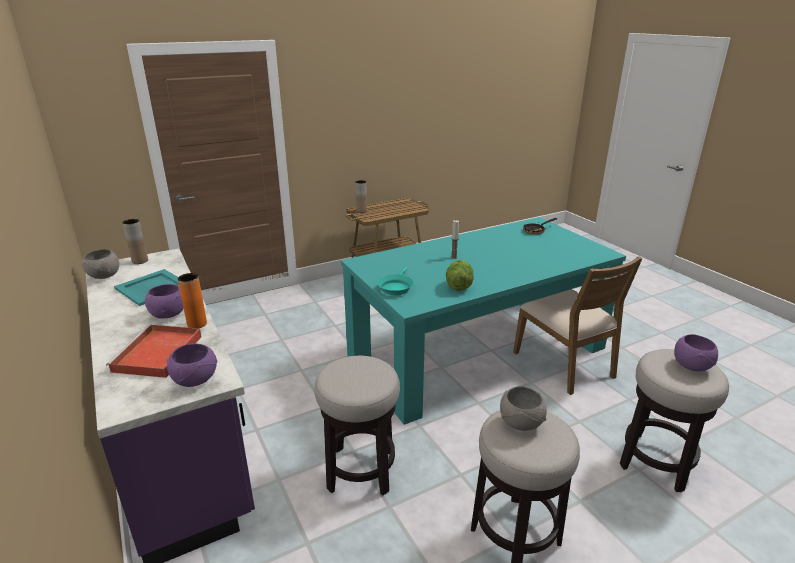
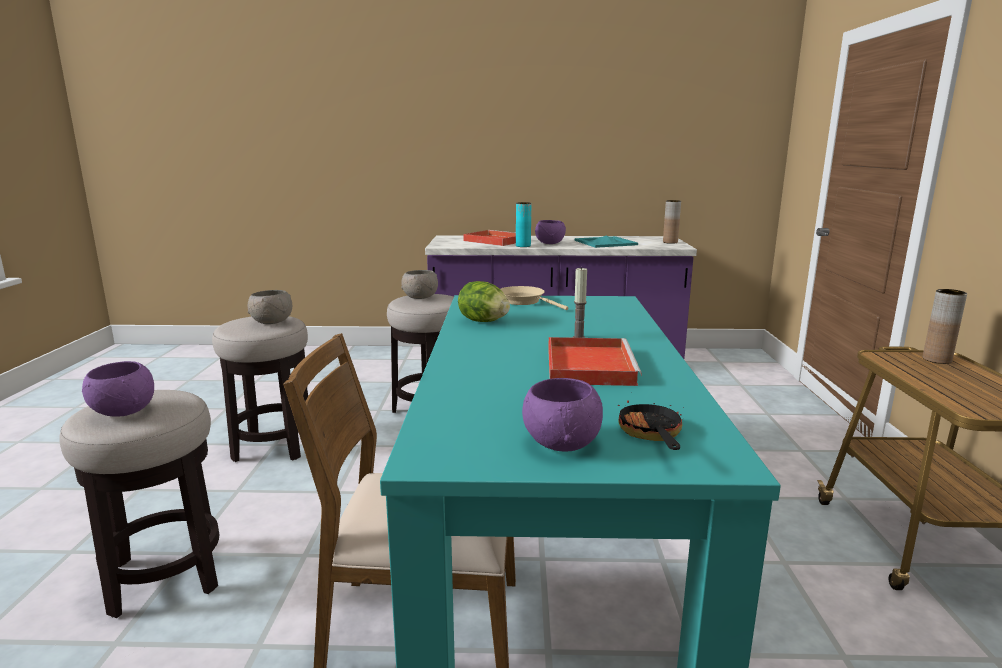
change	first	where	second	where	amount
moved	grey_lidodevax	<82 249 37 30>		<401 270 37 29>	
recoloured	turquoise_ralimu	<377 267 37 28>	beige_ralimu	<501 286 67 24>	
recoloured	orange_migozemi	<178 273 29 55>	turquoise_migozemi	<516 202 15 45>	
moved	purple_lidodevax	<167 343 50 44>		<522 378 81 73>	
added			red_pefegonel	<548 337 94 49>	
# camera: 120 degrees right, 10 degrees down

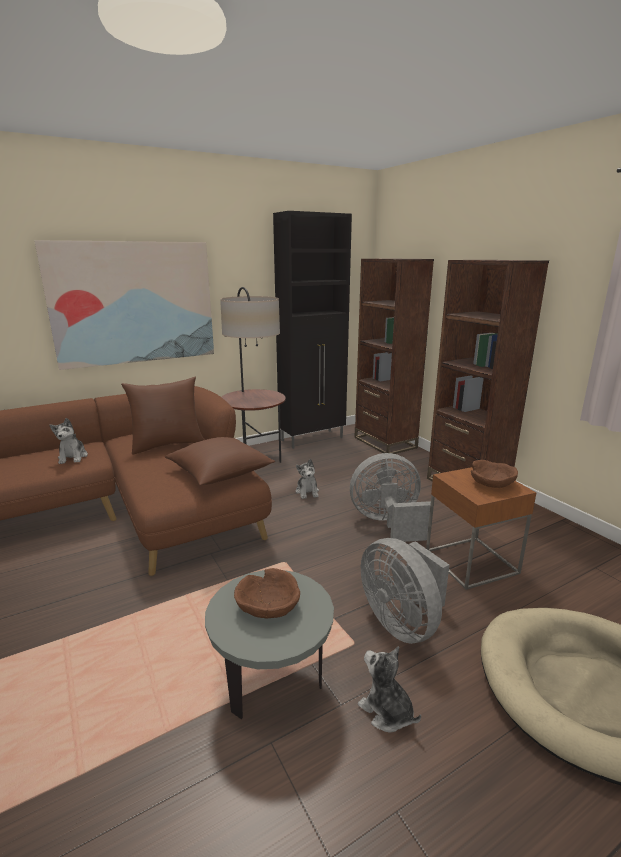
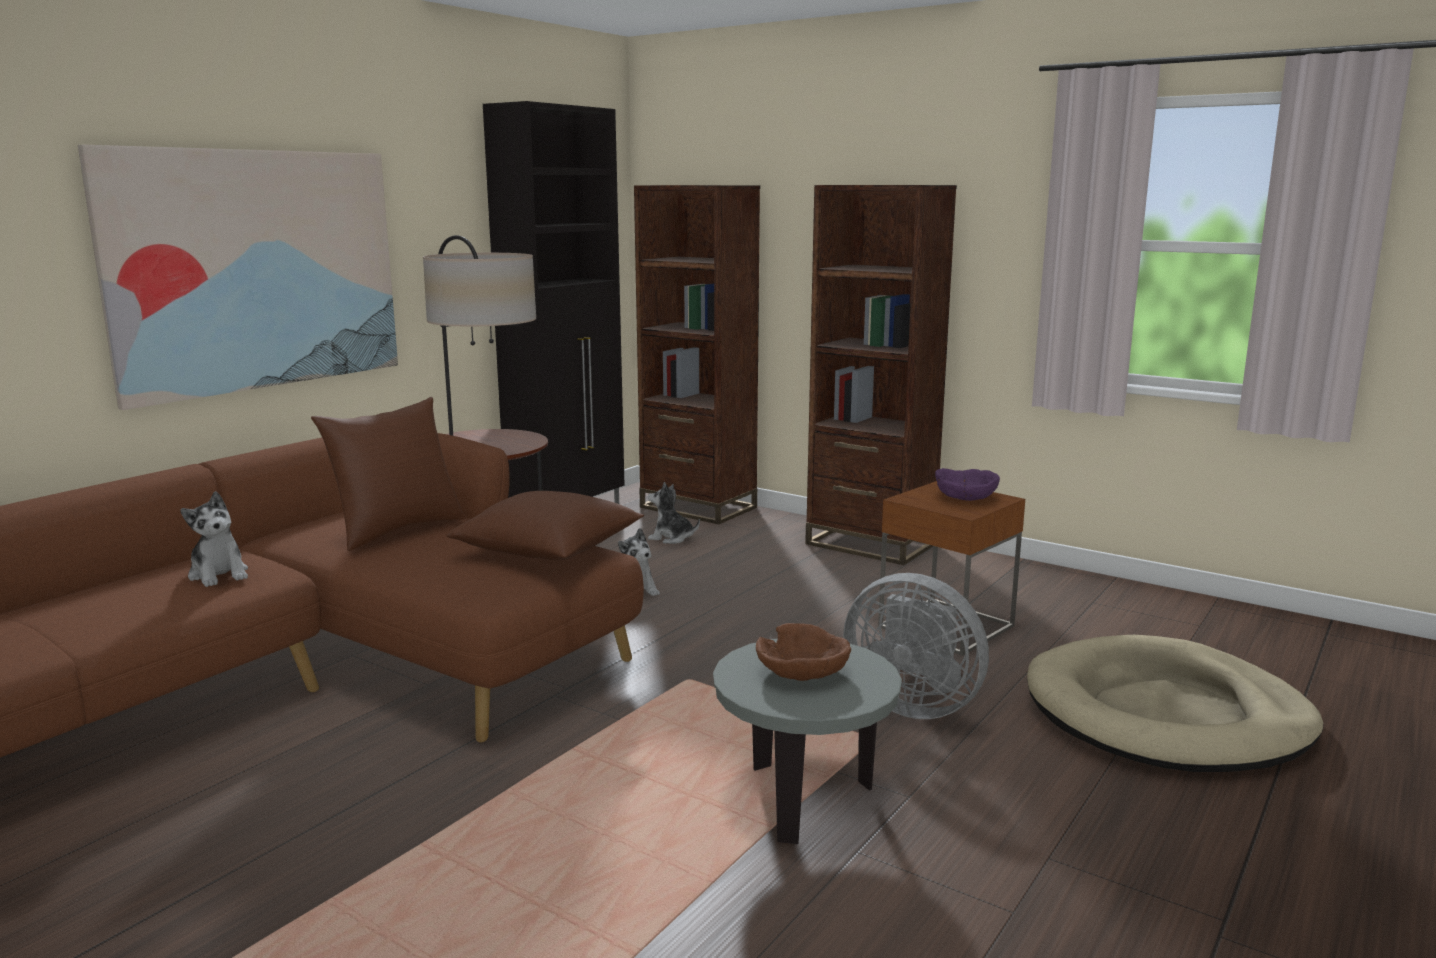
change	first	where	second	where	amount
removed	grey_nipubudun	<350 453 81 89>			
recoloured	brown_lidodevax	<471 460 47 28>	purple_lidodevax	<935 468 65 33>	
moved	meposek	<358 646 63 86>		<648 482 52 62>	
# camera: 25 degrees left, 5 degrees down

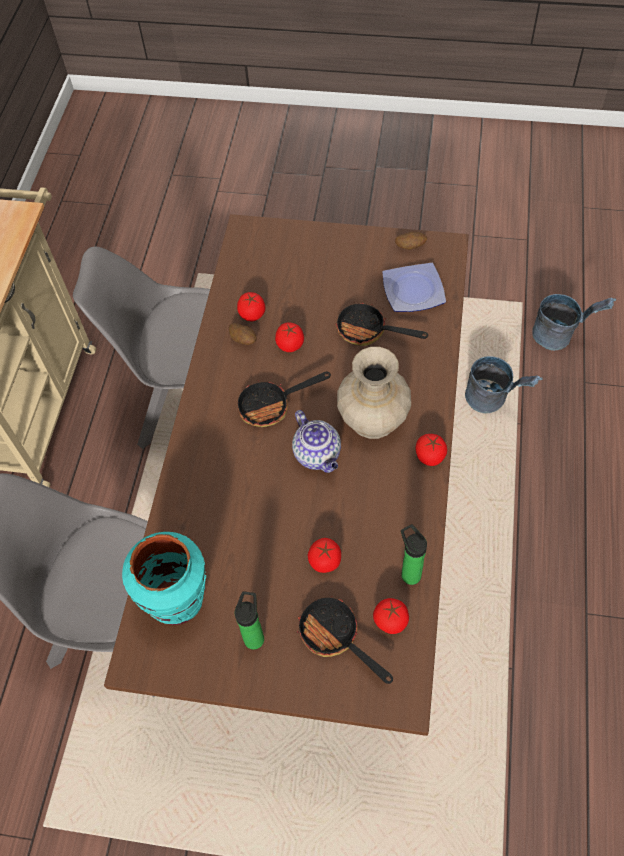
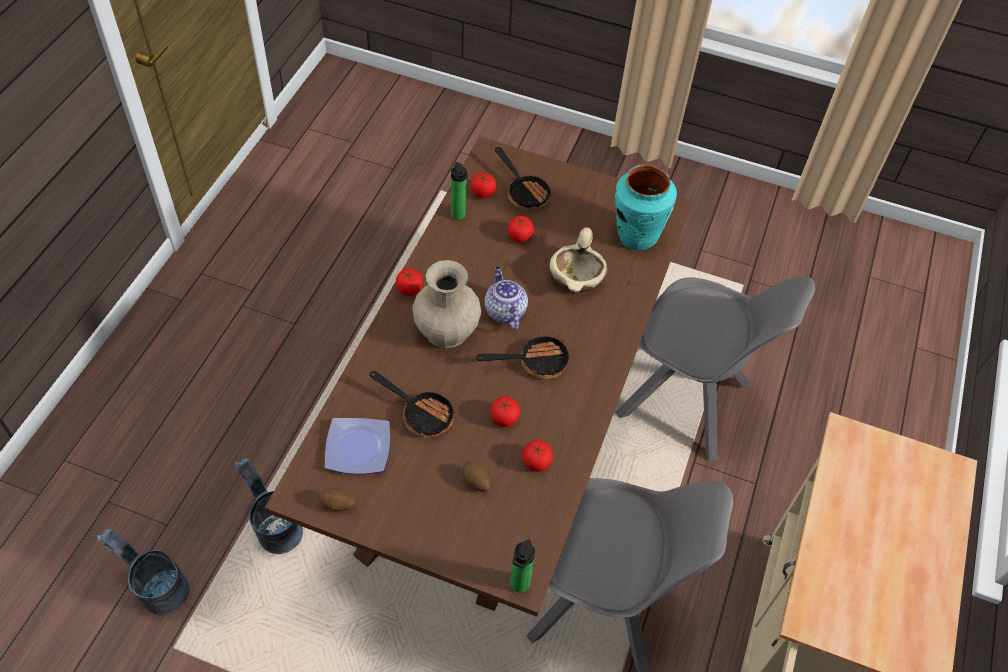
change	first	where	second	where	amount
moved	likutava	<229 323 27 22>		<463 461 28 31>	
moved	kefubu	<235 591 29 59>		<510 539 25 54>	
added			beige_lidodevax	<550 227 58 65>	
# camera: 175 degrees left, 5 degrees down

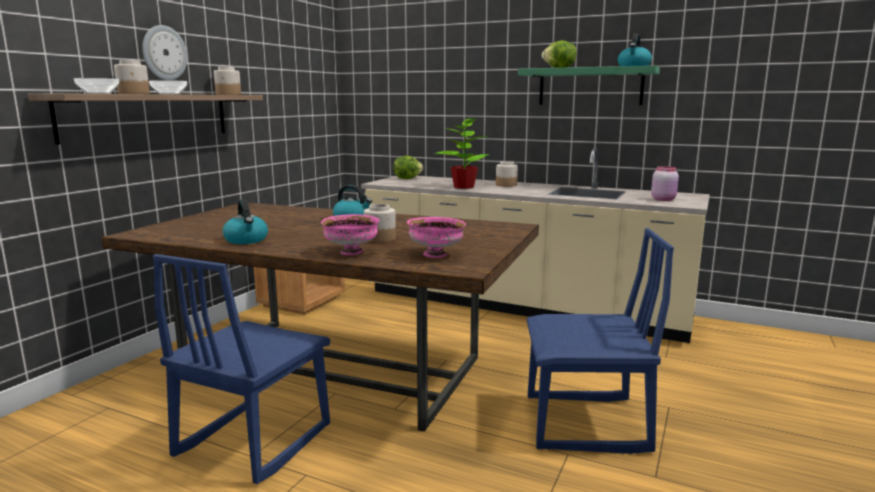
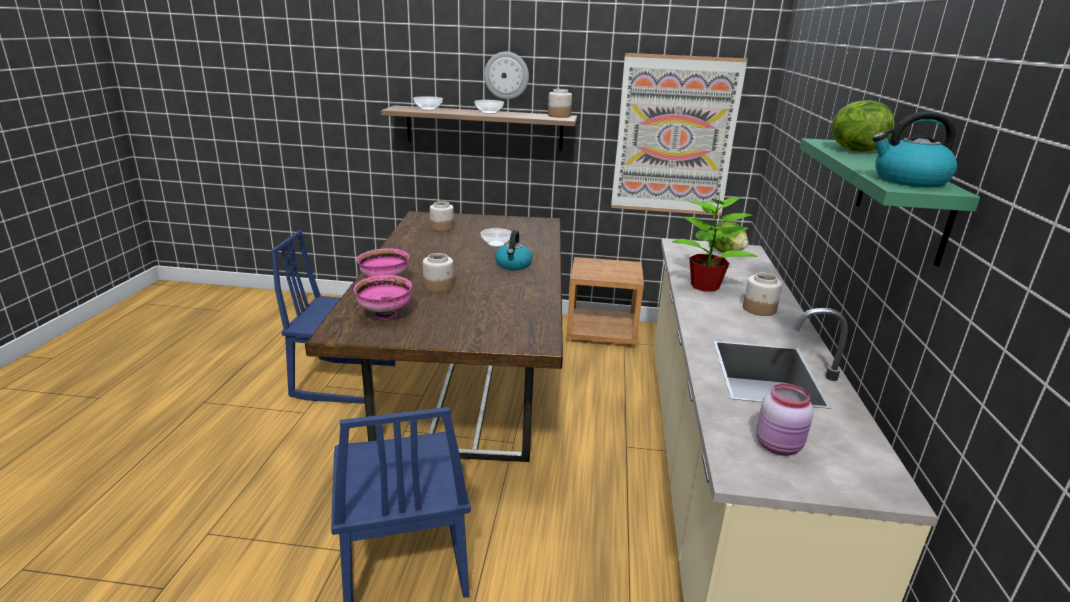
change	first	where	second	where	amount
moved	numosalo	<114 60 36 34>		<430 201 24 31>	
removed	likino	<223 199 45 45>			
added			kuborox	<611 53 136 163>	
added			lidodevax	<481 228 30 19>	
# camera: 70 degrees right, 10 degrees up

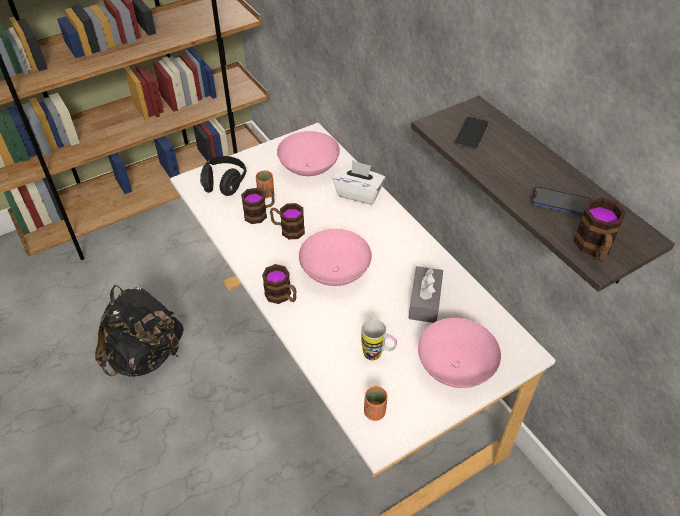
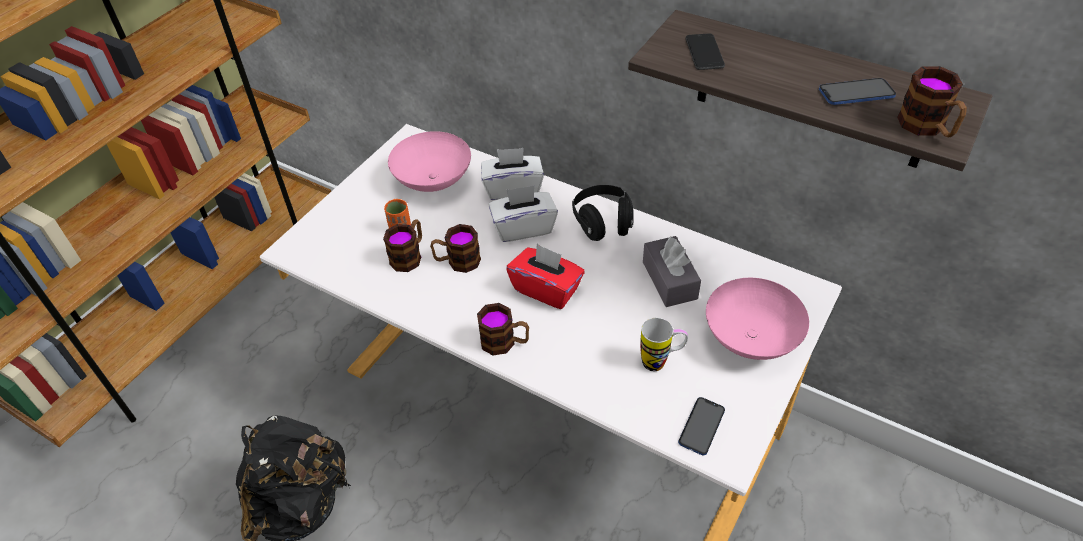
change	first	where	second	where	amount
moved	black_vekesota	<200 156 47 40>		<572 185 61 56>	
replaced	pink_lidodevax	<299 229 73 57>	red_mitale	<506 244 79 65>	
replaced	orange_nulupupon	<364 386 24 35>	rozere	<678 397 47 58>	
added			white_mitale	<489 185 69 57>	
# camera: 25 degrees left, 0 degrees up

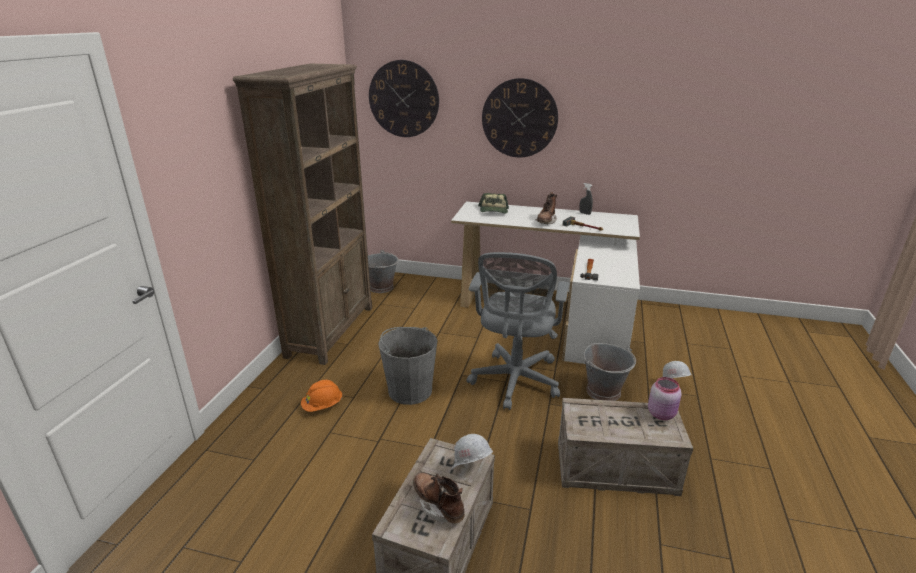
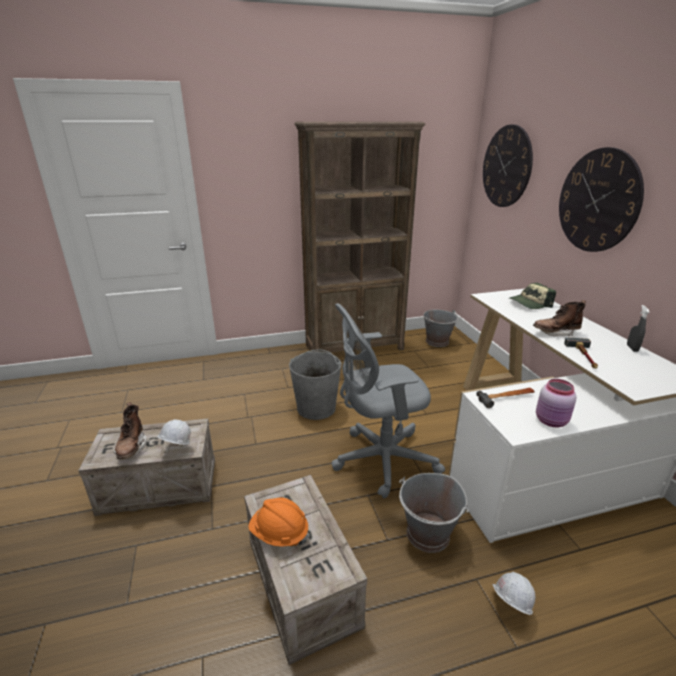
change	first	where	second	where	amount
moved	pink_numosalo	<648 377 34 43>		<536 379 40 48>	
moved	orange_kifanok	<301 380 41 32>		<248 497 61 50>	
turned	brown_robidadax	<413 473 52 51>		<114 402 33 57>	150 degrees clockwise
# camera: 60 degrees right, 0 degrees up

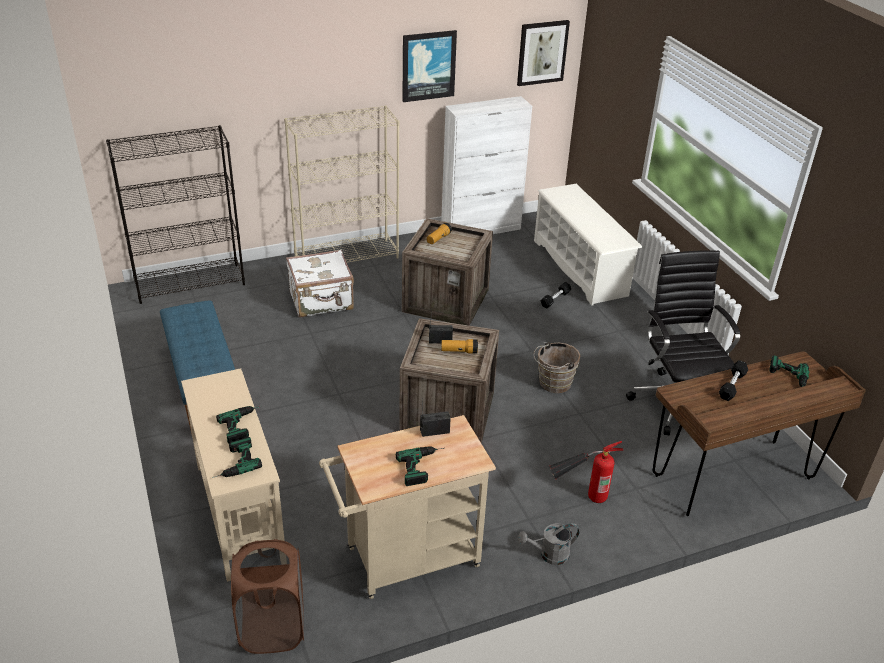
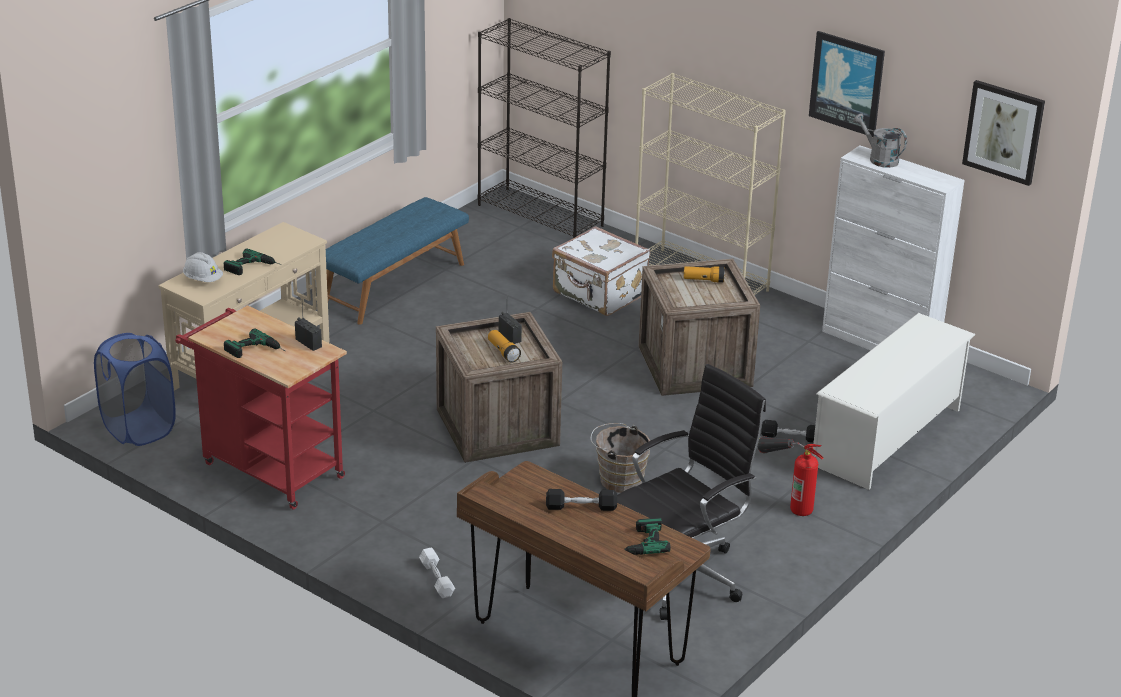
change	first	where	second	where	amount
recoloured	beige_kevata	<319 415 177 184>	red_kevata	<175 305 172 205>	
replaced	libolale	<212 437 50 41>	white_kifanok	<183 252 40 30>	
moved	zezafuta	<549 441 75 62>		<757 436 67 80>	
moved	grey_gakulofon	<518 523 62 42>		<853 113 54 55>	
recoloured	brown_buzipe	<231 539 73 115>	blue_buzipe	<94 333 82 113>	
added			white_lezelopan	<419 547 36 51>	
# camera: 60 degrees right, 5 degrees down

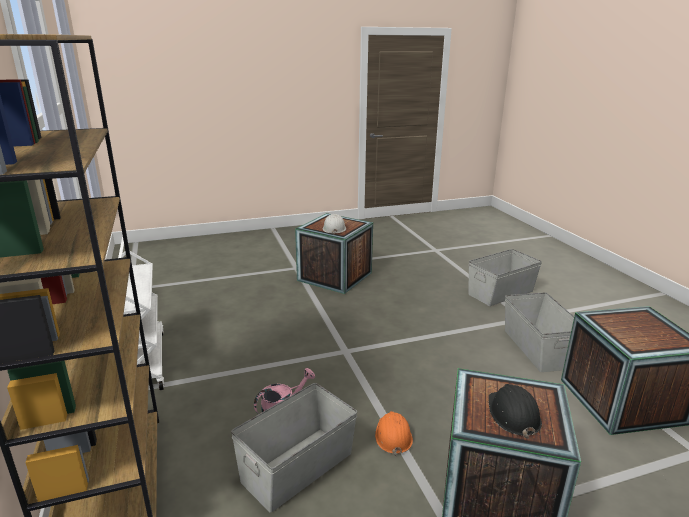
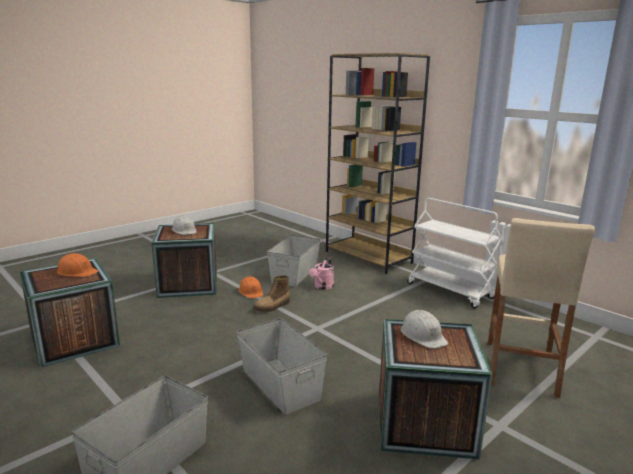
change	first	where	second	where	amount
moved	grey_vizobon	<505 292 69 80>		<237 318 90 97>	
recoloured	black_kifanok	<489 384 53 55>	white_kifanok	<172 215 25 20>	
added			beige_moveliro	<488 218 107 180>	
added			orange_kifanok	<57 253 41 24>	
added			robidadax	<253 275 37 37>	
# camera: 155 degrees right, 5 degrees down

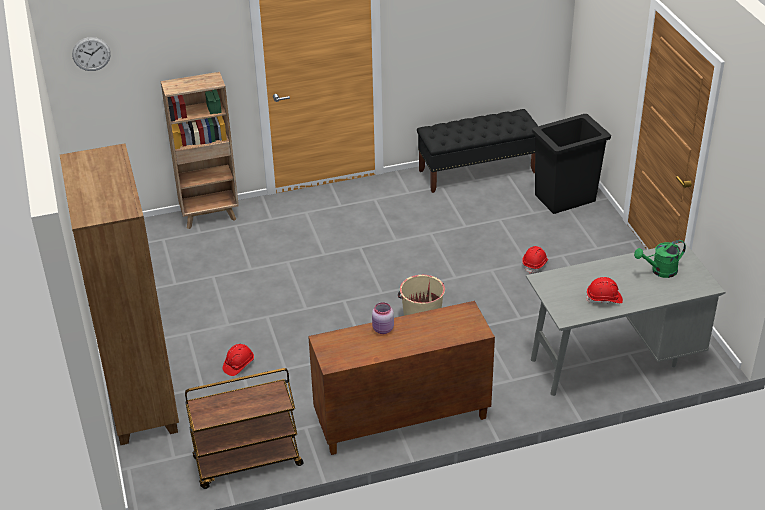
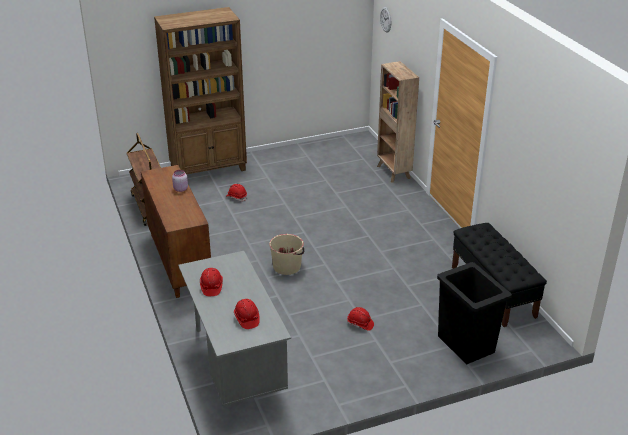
change	first	where	second	where	amount
replaced	green_gakulofon	<634 240 52 38>	red_kifanok	<234 299 26 30>	
# camera: 85 degrees right, 5 degrees down

